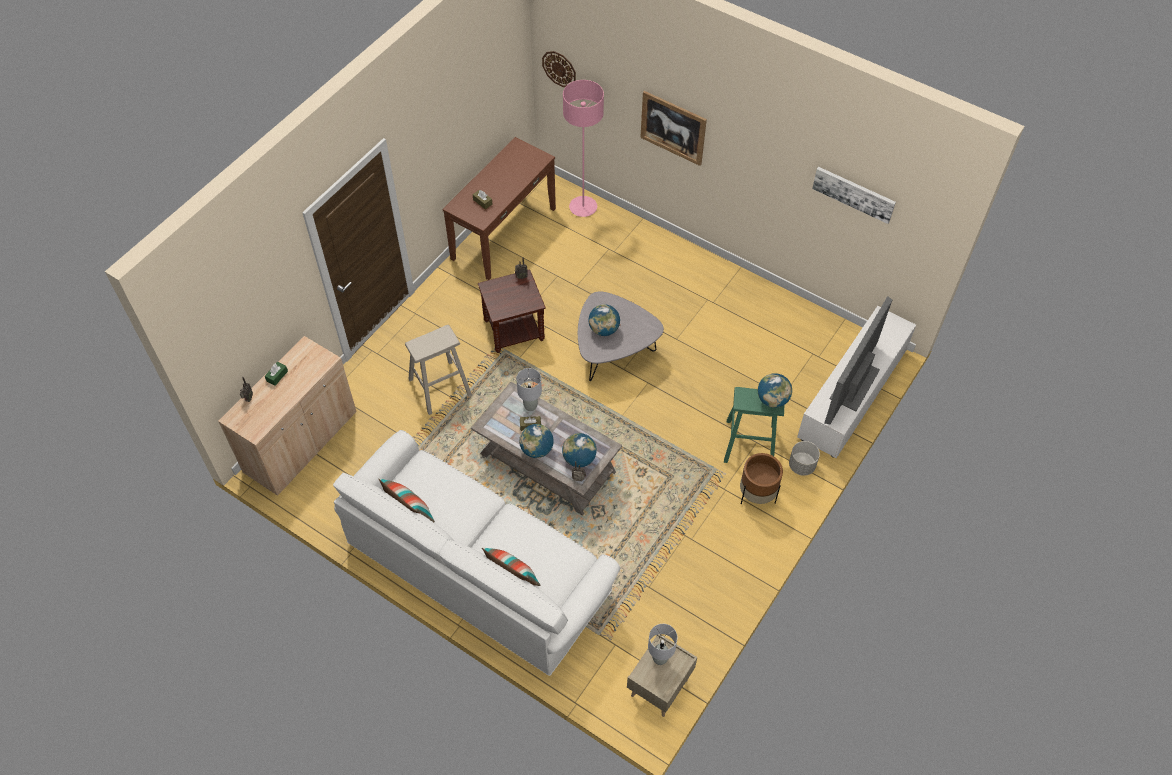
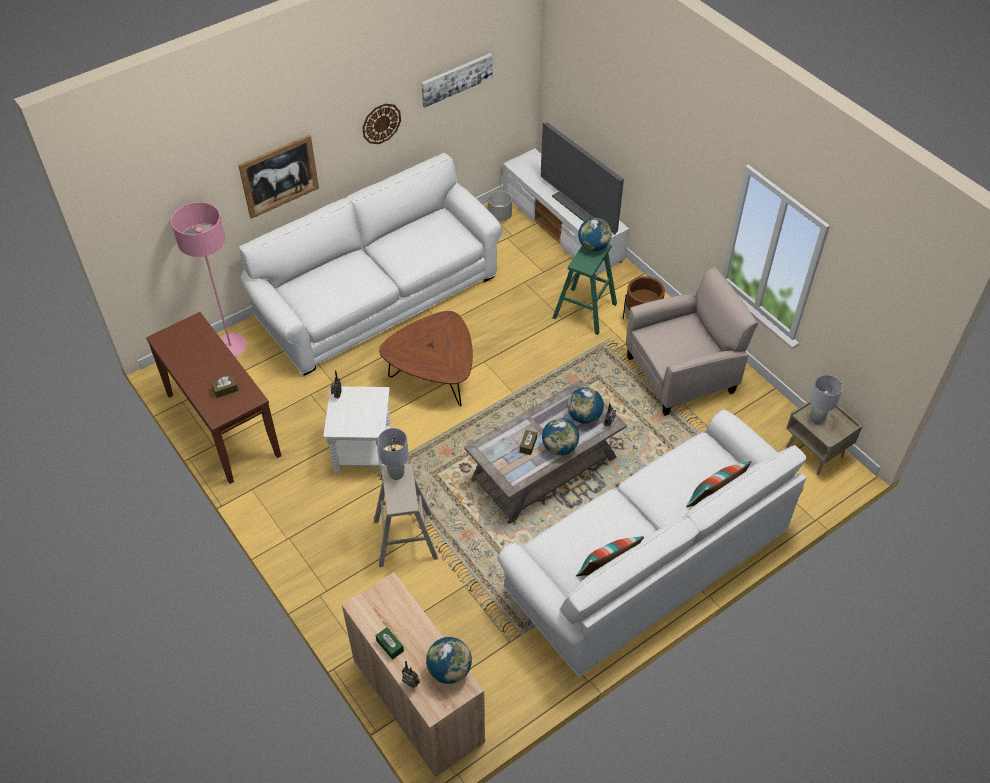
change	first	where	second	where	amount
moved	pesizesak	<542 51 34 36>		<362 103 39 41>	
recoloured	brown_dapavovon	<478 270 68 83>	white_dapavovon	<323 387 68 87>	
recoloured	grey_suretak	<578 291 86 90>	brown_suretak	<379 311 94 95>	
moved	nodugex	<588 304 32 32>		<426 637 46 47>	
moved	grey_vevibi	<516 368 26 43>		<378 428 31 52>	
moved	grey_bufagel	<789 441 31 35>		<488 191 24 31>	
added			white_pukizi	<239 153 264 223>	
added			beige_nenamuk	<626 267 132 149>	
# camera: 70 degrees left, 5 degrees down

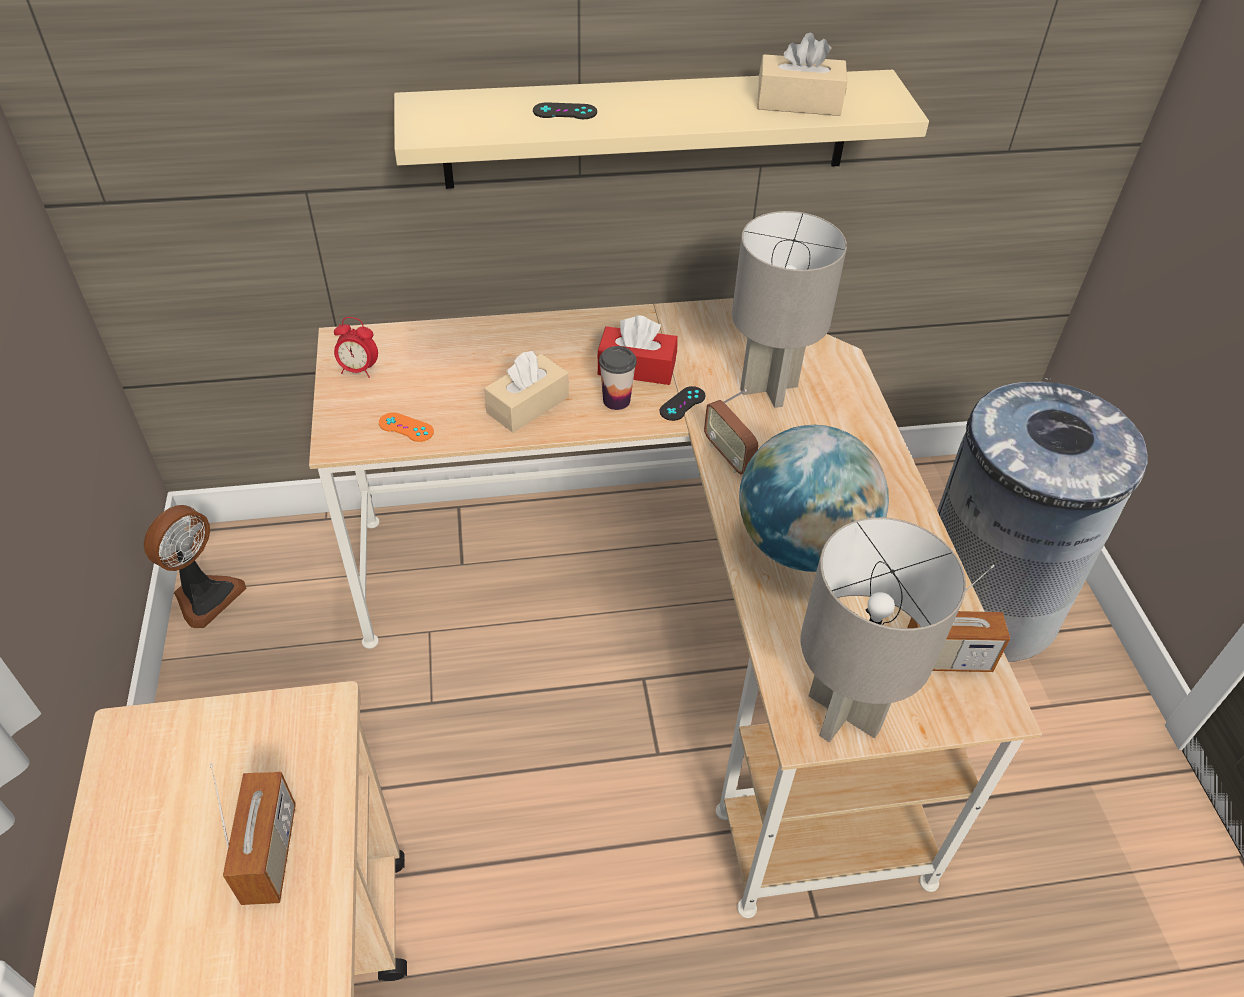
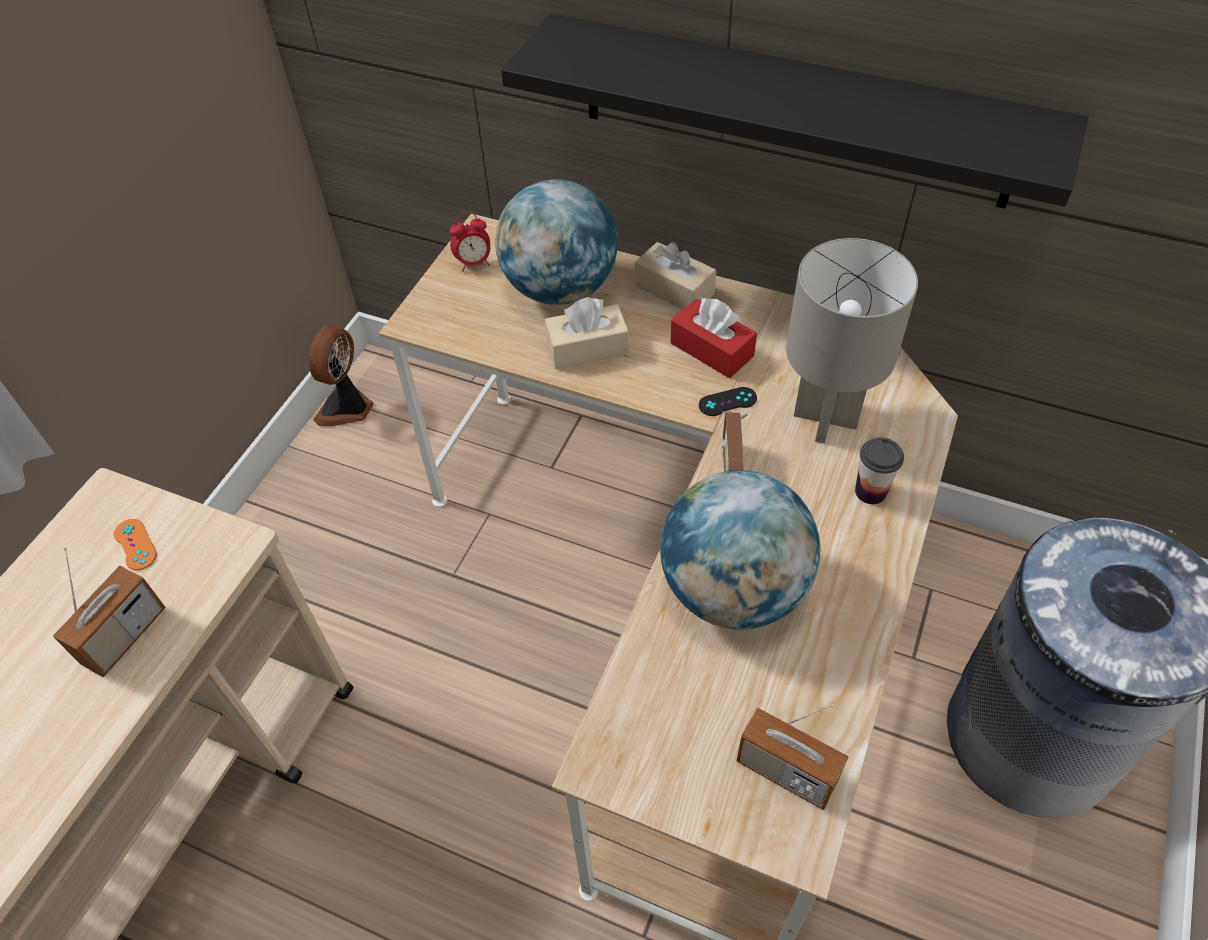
change	first	where	second	where	amount
moved	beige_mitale	<757 33 90 83>		<635 242 81 67>	
recoloured	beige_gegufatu	<394 70 535 119>	black_gegufatu	<501 13 587 196>	
removed	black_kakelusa	<533 102 64 17>			
turned	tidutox	<334 317 44 61>		<449 212 41 60>	60 degrees counterclockwise
moved	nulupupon	<599 346 38 64>		<855 437 49 67>	
moved	orange_kakelusa	<379 412 55 30>		<114 519 43 51>	
turned	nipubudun	<144 505 102 123>		<309 325 65 101>	135 degrees clockwise
removed	grey_vevibi	<801 517 165 225>			
added			nodugex	<495 179 123 126>	
# camera: 35 degrees right, 5 degrees up

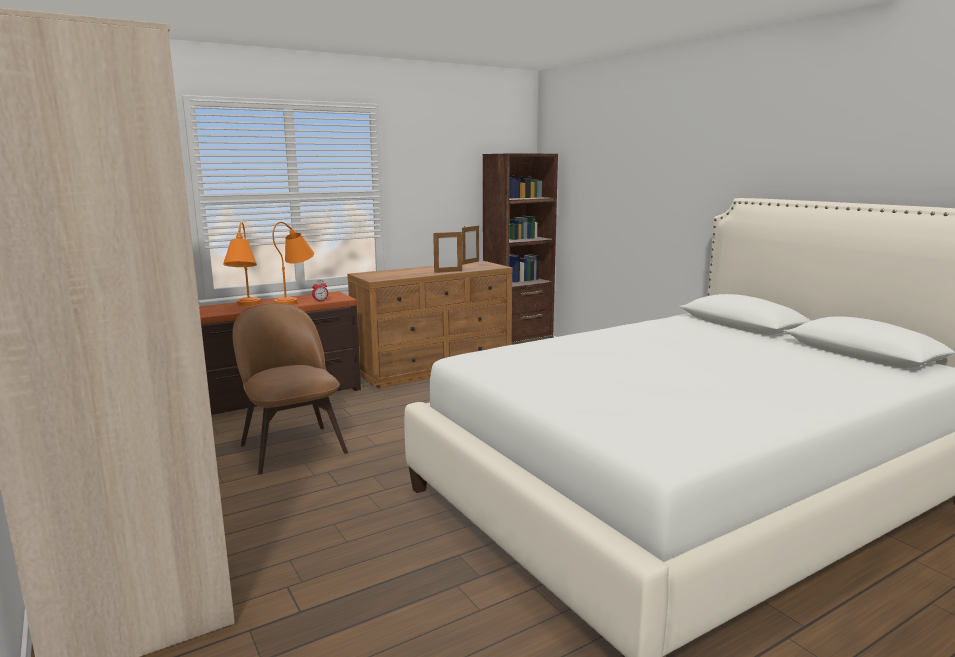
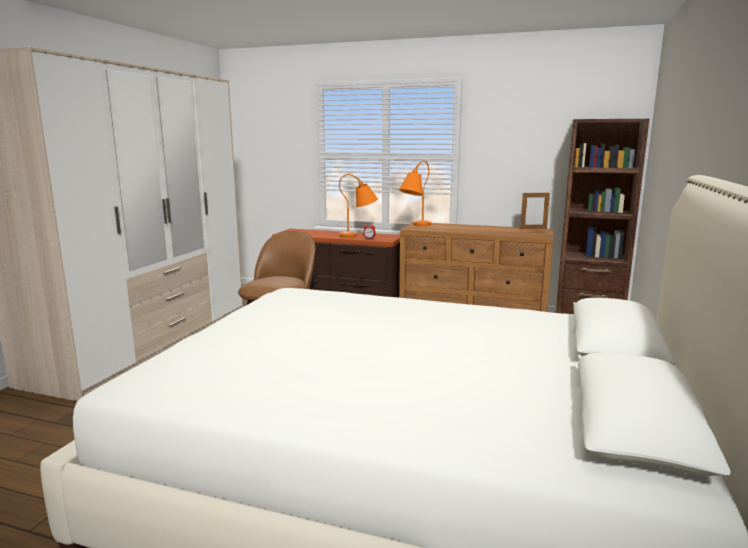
change	first	where	second	where	amount
moved	orange_vevibi	<223 222 38 84>		<399 160 32 67>	
removed	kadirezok	<433 231 29 42>			
# camera: 50 degrees right, 0 degrees up

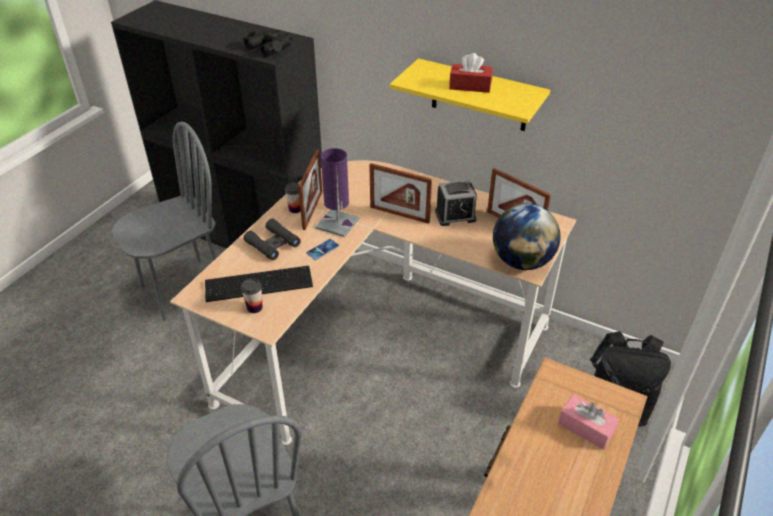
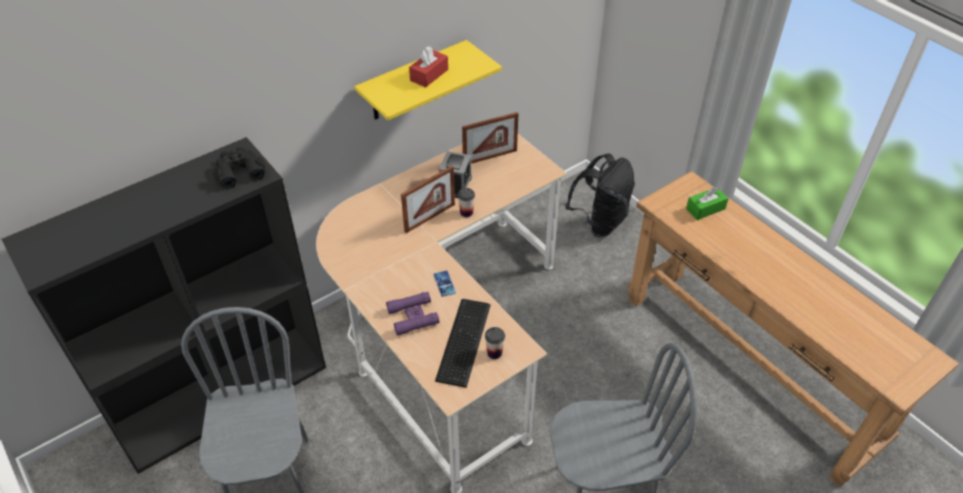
change	first	where	second	where	amount
removed	purple_vevibi	<316 148 43 89>			
removed	kadirezok	<298 149 24 81>			
moved	nulupupon	<284 182 17 31>		<458 188 17 29>	
removed	nodugex	<493 204 68 66>			
recoloured	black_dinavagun	<243 219 58 41>	purple_dinavagun	<386 292 54 44>	
recoloured	pink_mitale	<558 394 61 56>	green_mitale	<686 187 43 33>	
# camera: 65 degrees left, 5 degrees up

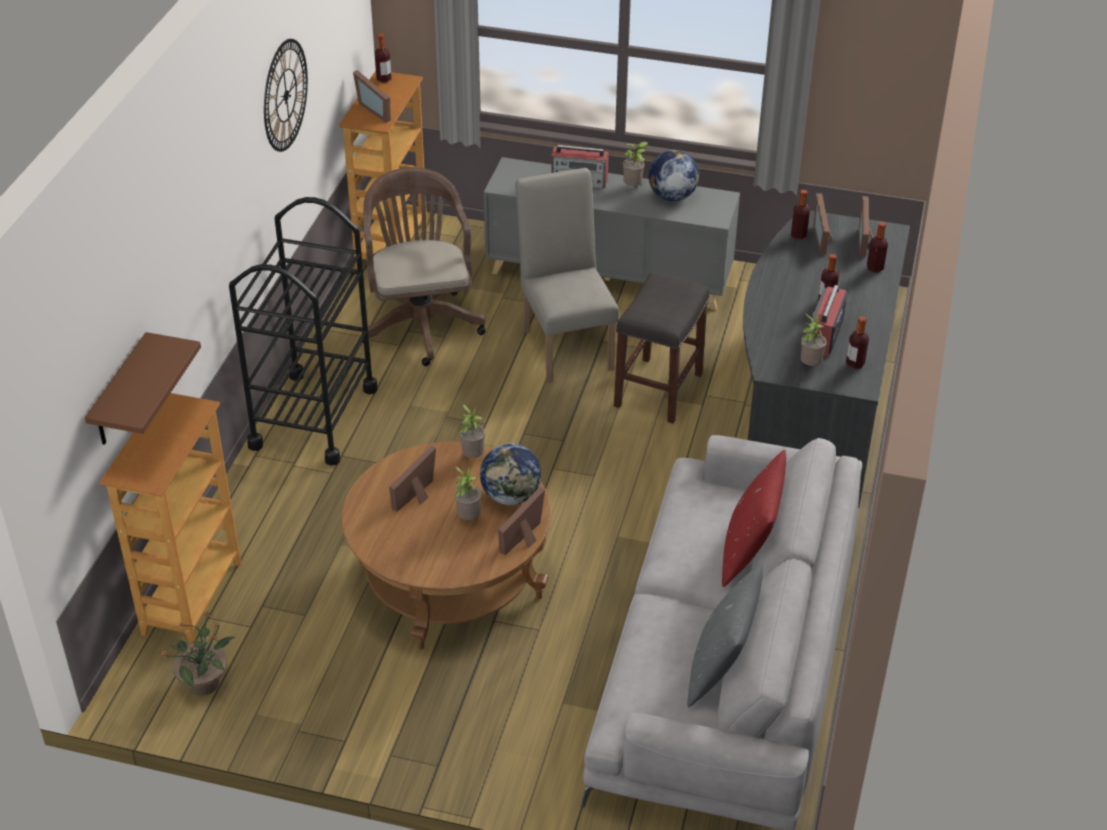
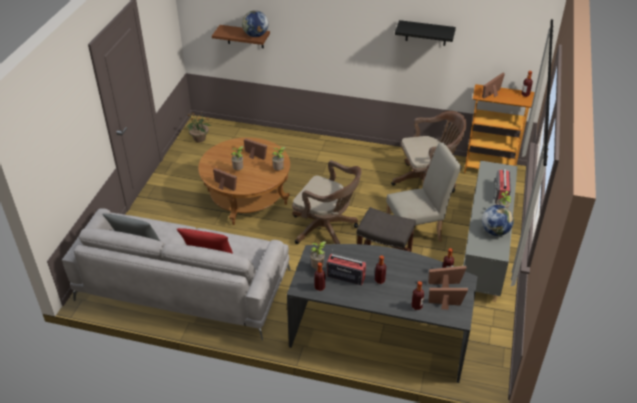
change	first	where	second	where	amount
replaced	pesizesak	<264 39 44 113>	black_gegufatu	<395 20 61 26>	
removed	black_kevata	<229 197 148 268>			
removed	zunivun	<99 393 142 252>			
moved	nodugex	<480 443 61 62>		<242 10 26 27>	
added			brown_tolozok	<292 160 69 84>	
# camera: 90 degrees right, 0 degrees up

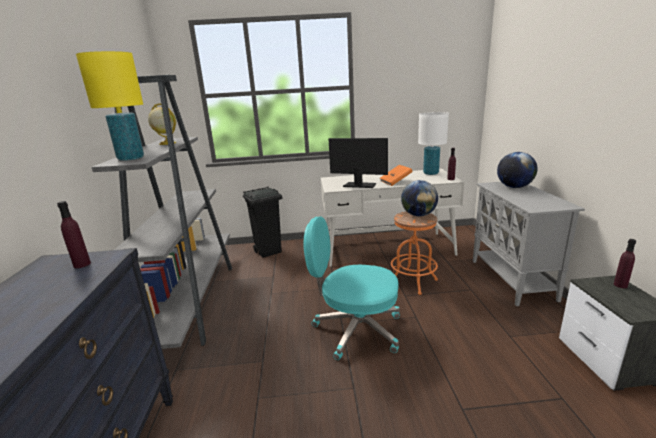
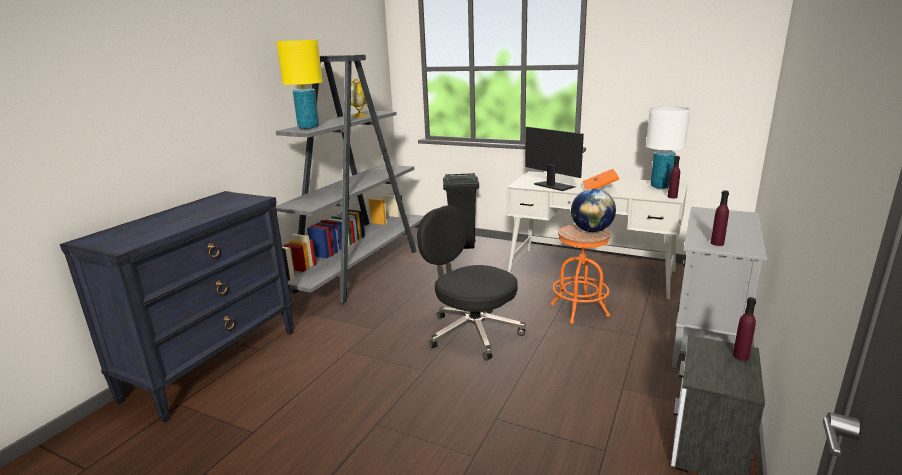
change	first	where	second	where	amount
removed	nodugex	<497 152 41 36>			
moved	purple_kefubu	<57 201 34 67>		<711 191 18 55>	
recoloured	turquoise_tolozok	<303 217 97 143>	black_tolozok	<417 205 109 156>	
# camera: 30 degrees right, 0 degrees up

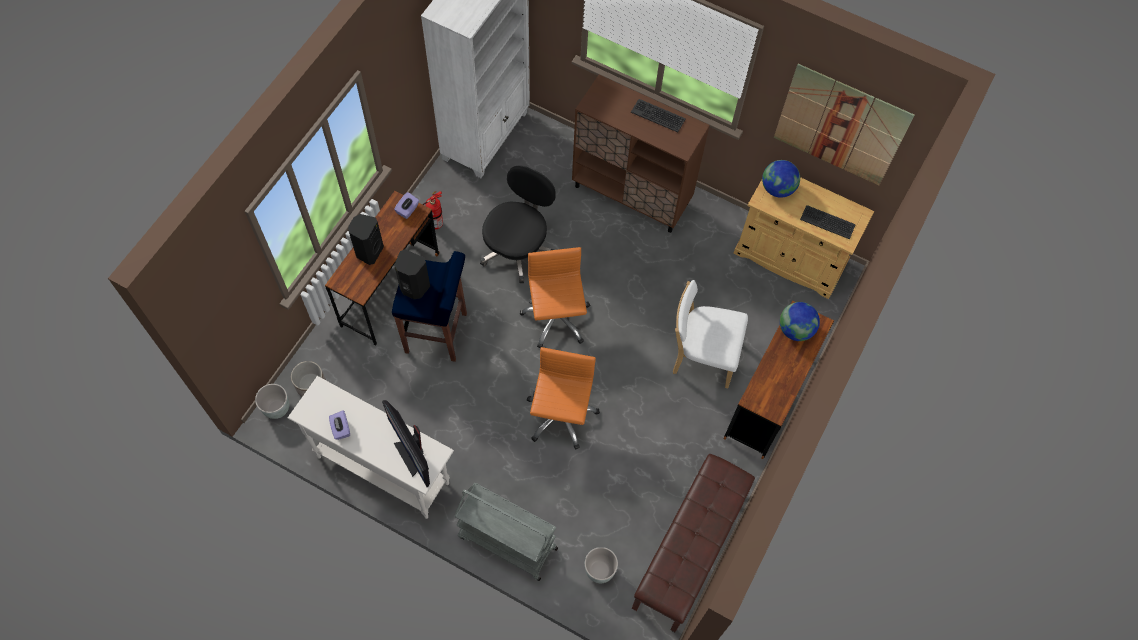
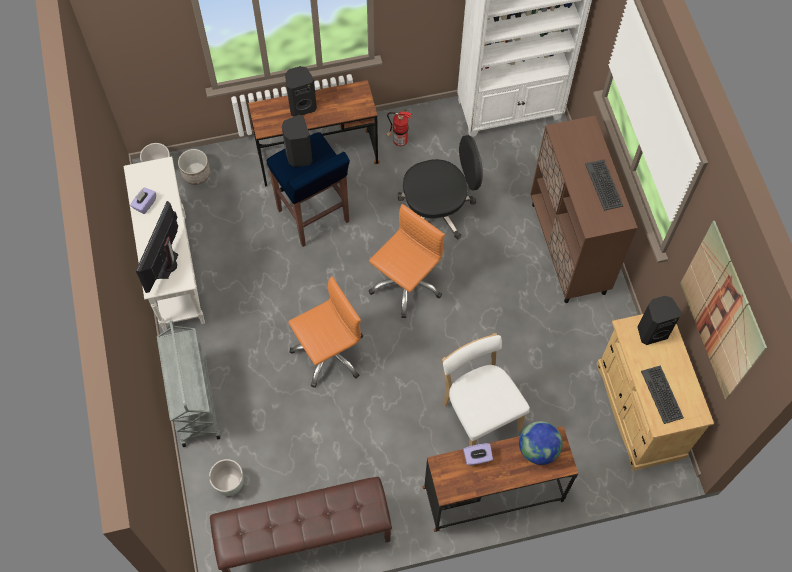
change	first	where	second	where	amount
replaced	nodugex	<762 160 38 38>	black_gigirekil	<638 296 44 49>	
moved	purple_mitale	<394 192 25 27>		<463 443 30 22>	
# camera: 50 degrees right, 0 degrees up

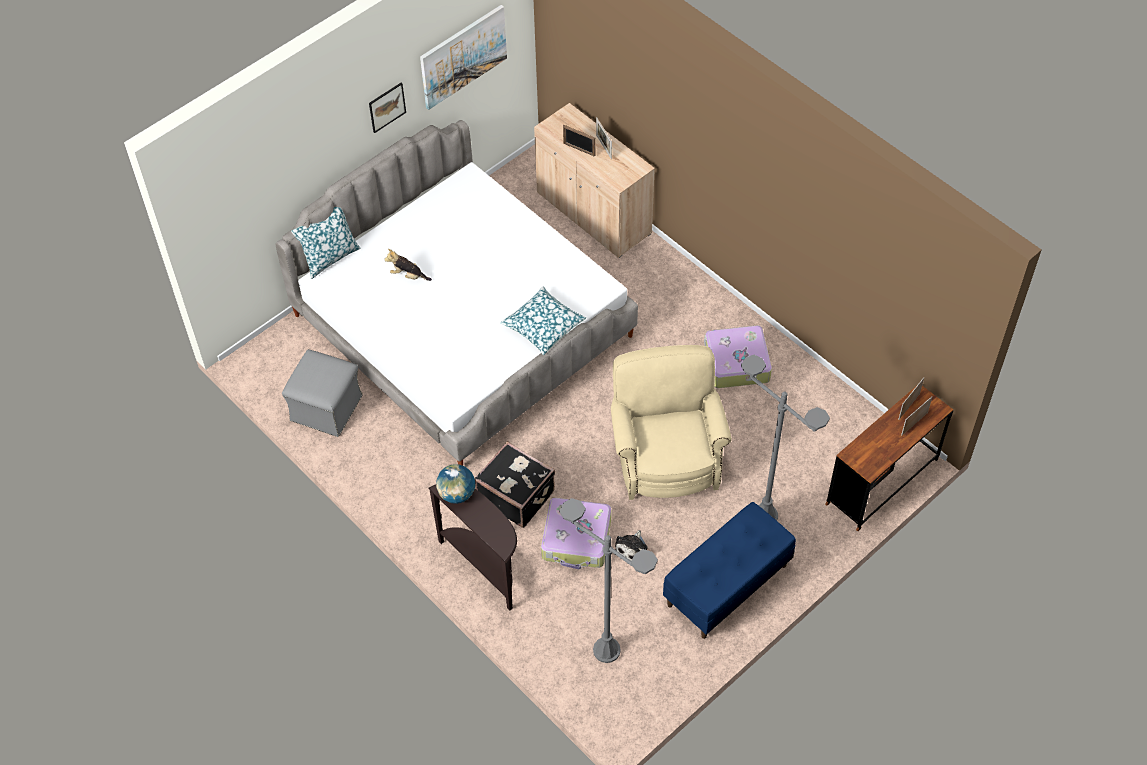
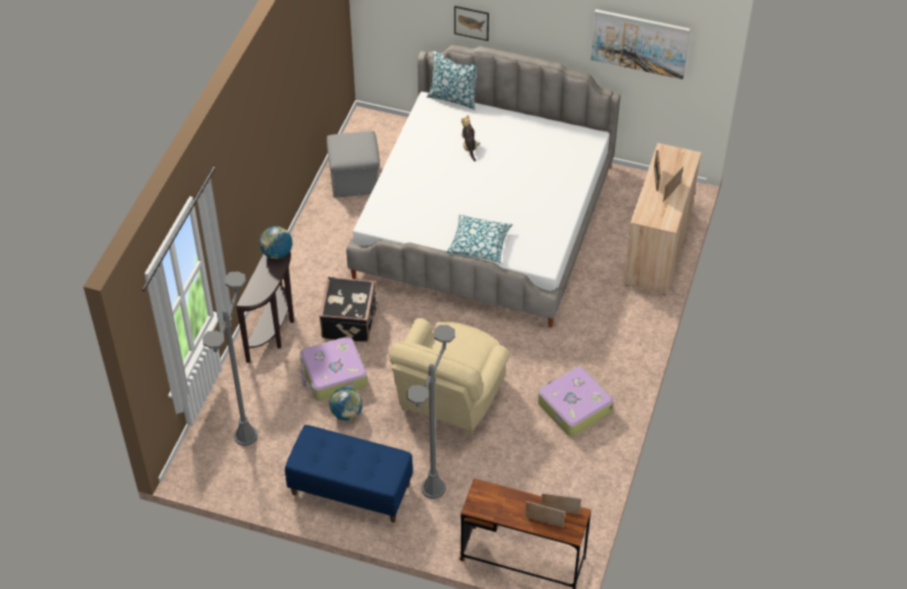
change	first	where	second	where	amount
moved	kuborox	<369 82 37 51>		<454 6 35 35>	
turned	beige_nenamuk	<611 345 121 155>		<389 318 121 117>	150 degrees clockwise
replaced	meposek	<615 530 33 31>	nodugex	<330 387 32 34>	
# camera: 60 degrees right, 5 degrees down

